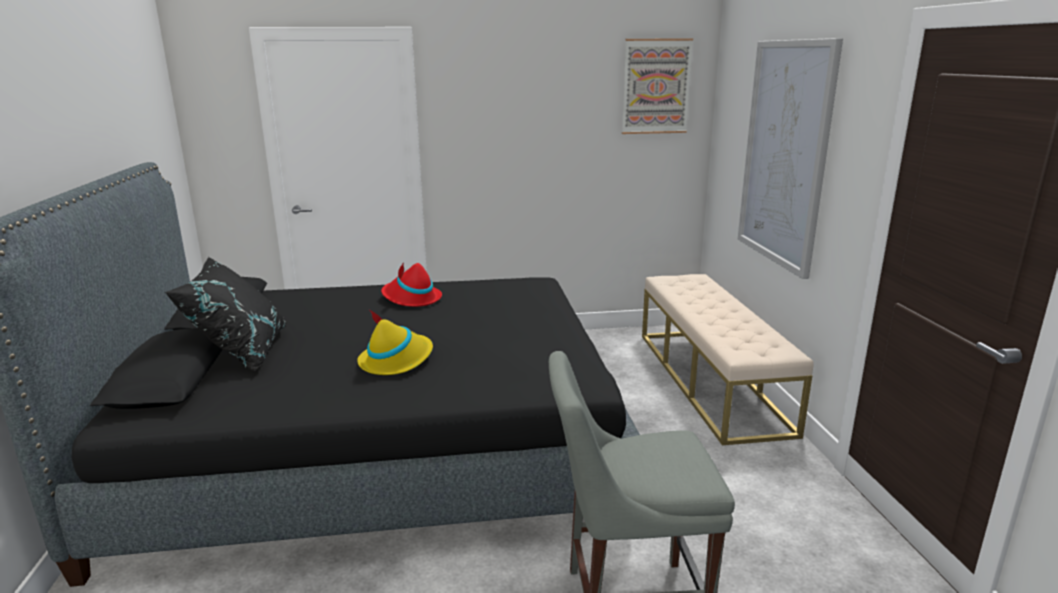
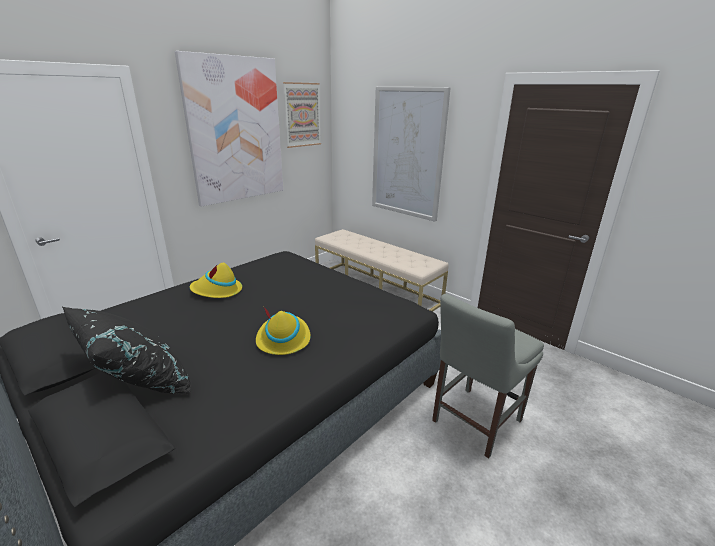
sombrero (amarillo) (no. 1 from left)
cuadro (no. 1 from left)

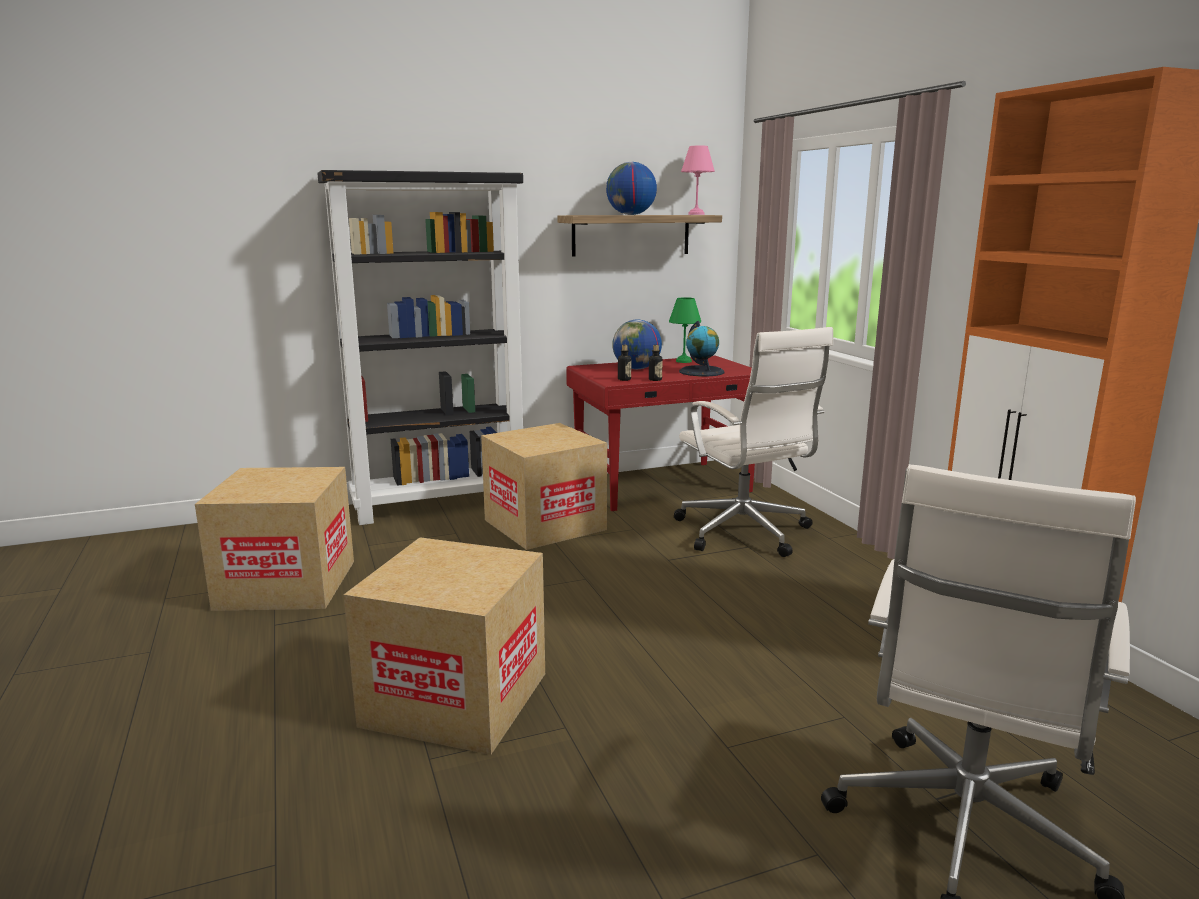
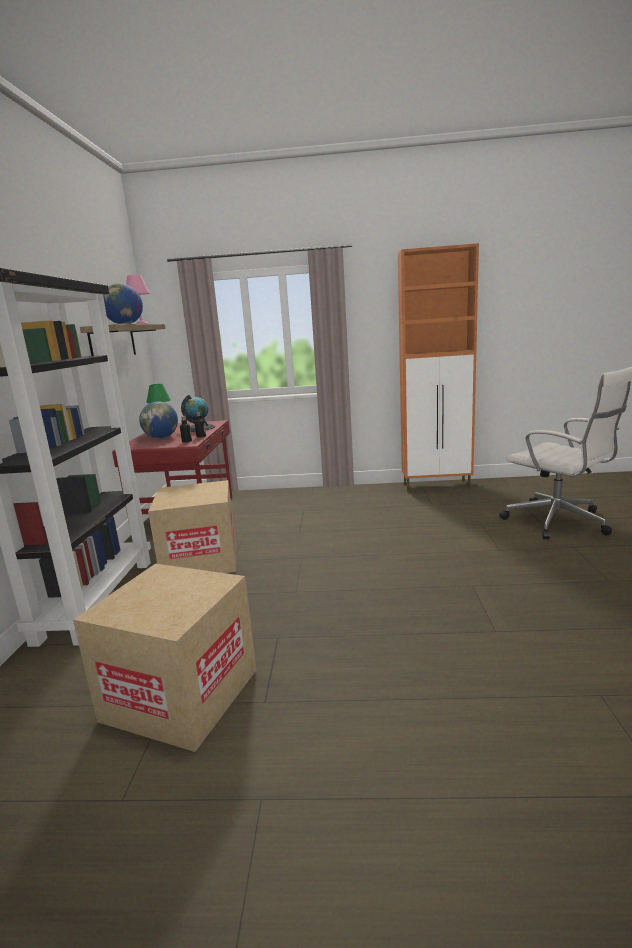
caja de cartón (no. 2 from left in the first image)
silla de oficina (blanco) (no. 1 from left in the first image)

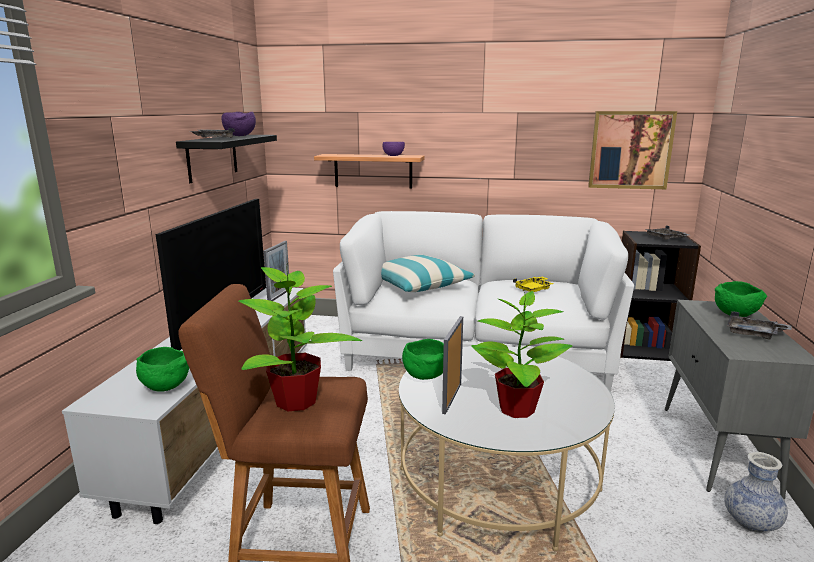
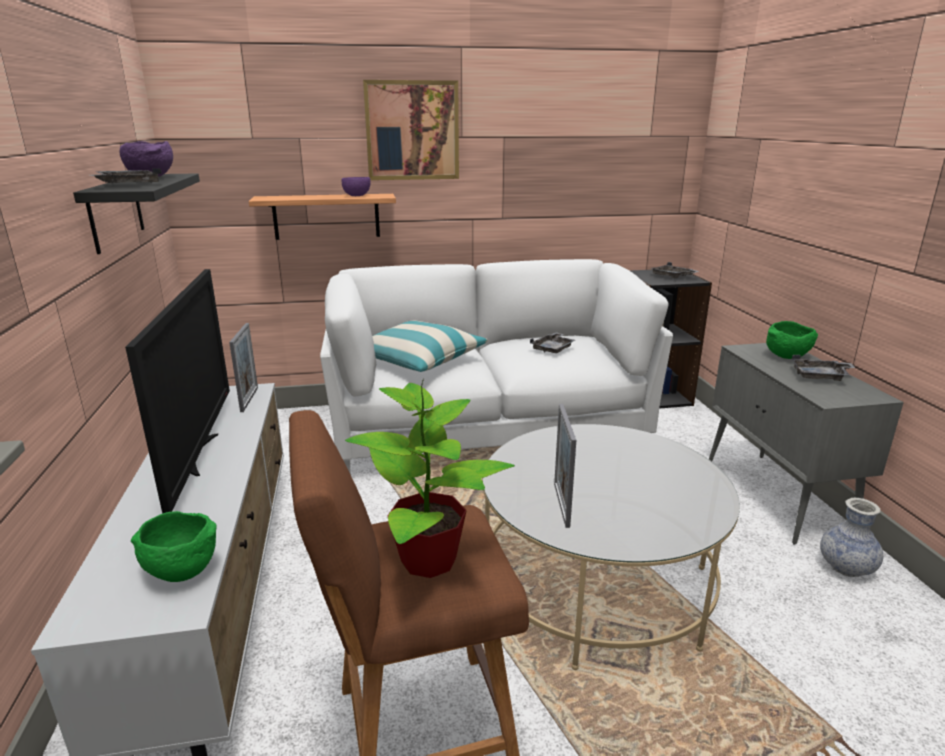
cuenco (verde) (no. 2 from left in the first image)
planta en maceta (no. 2 from left in the first image)
bandeja (gris) (no. 2 from left)
cuadro

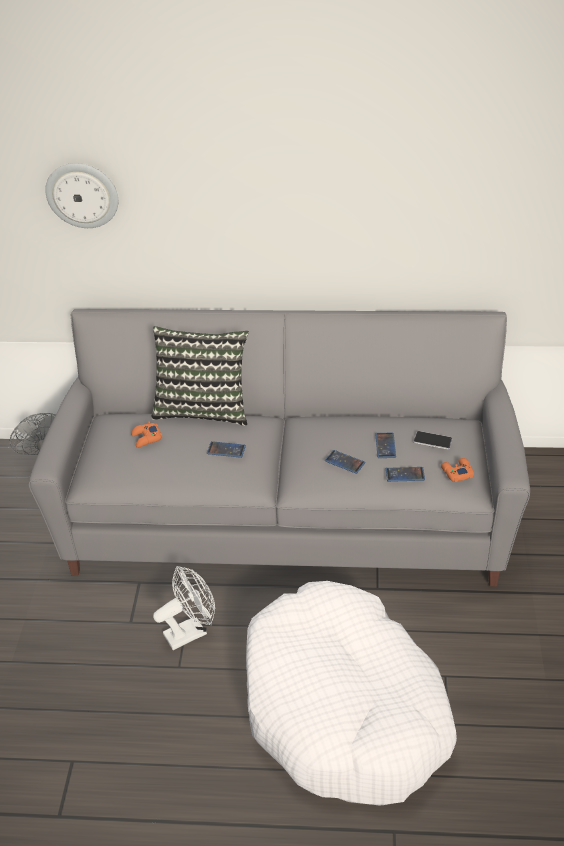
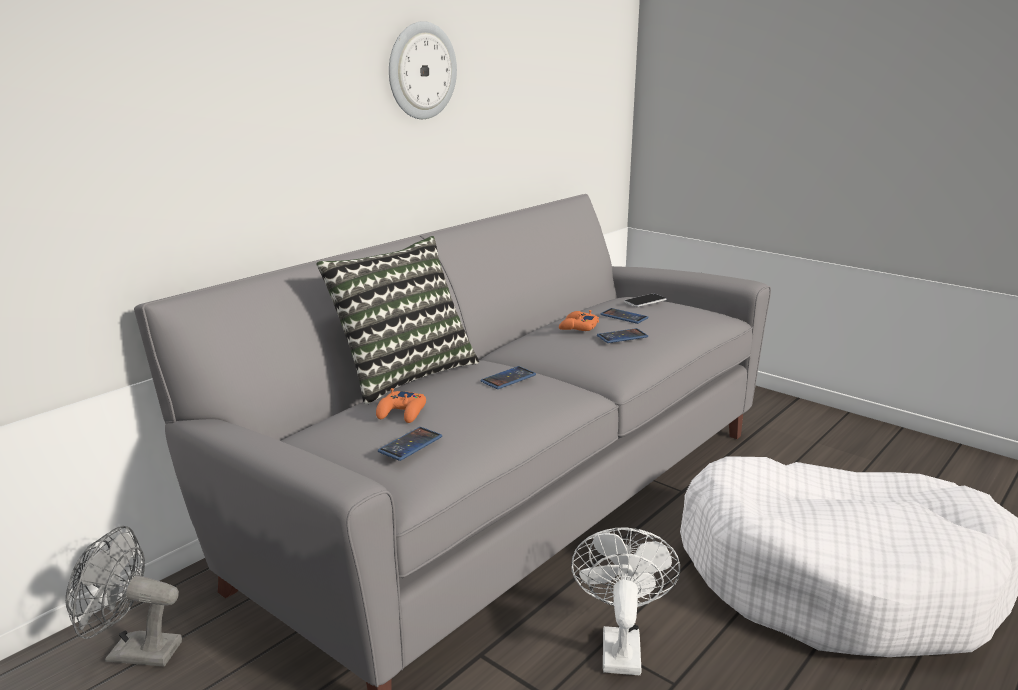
reloj de pared
móvil (no. 1 from left)
mando de consola (naranja) (no. 2 from left)

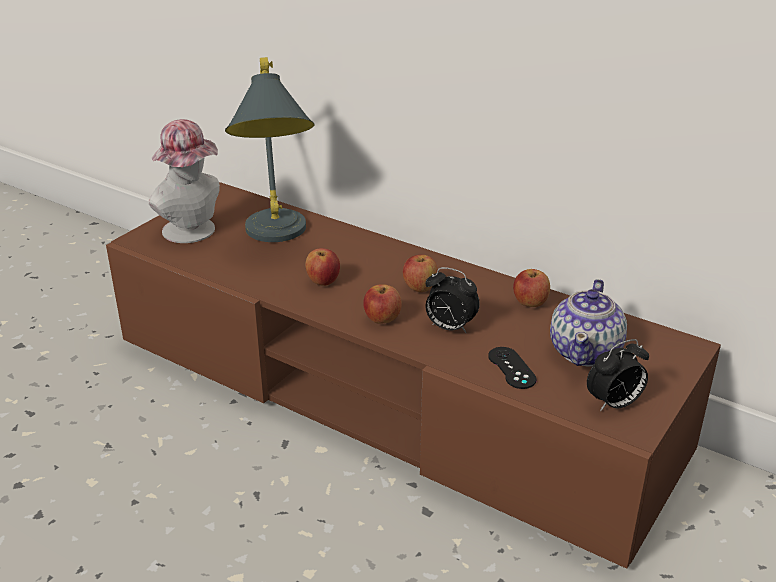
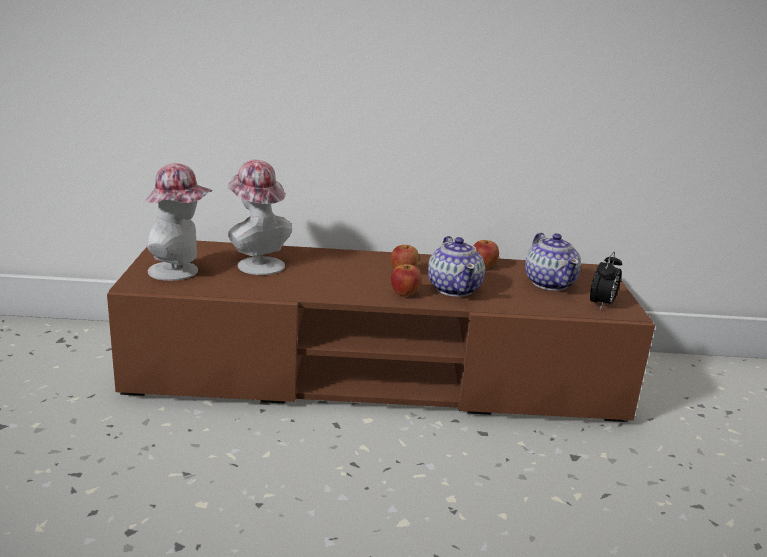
sombrero (no. 2 from left)
manzana (no. 1 from left in the first image)
tetera (no. 1 from left)
mando de consola (negro)

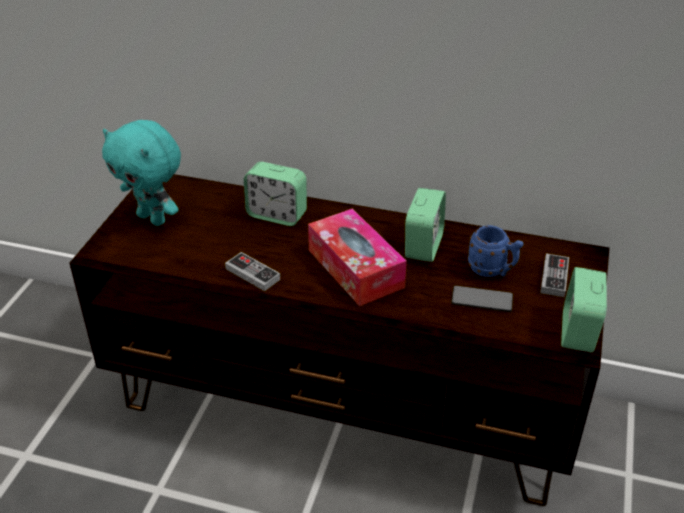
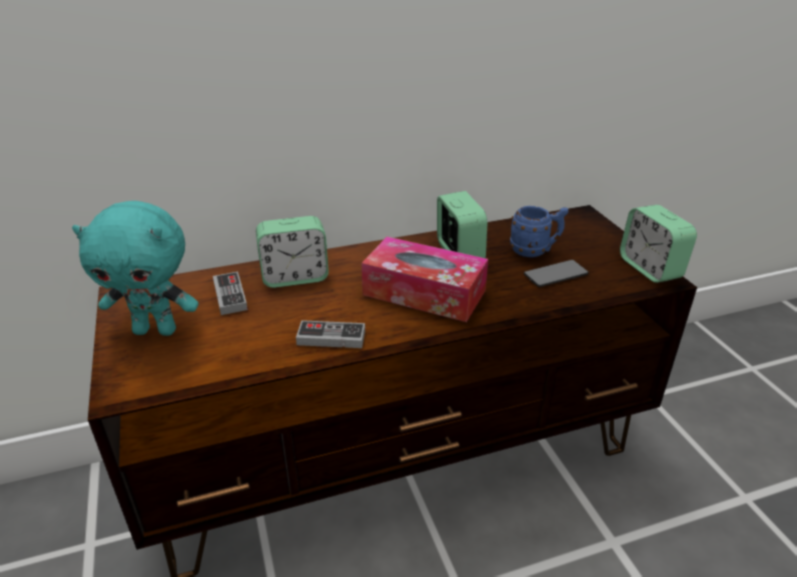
mando de consola (no. 1 from left)

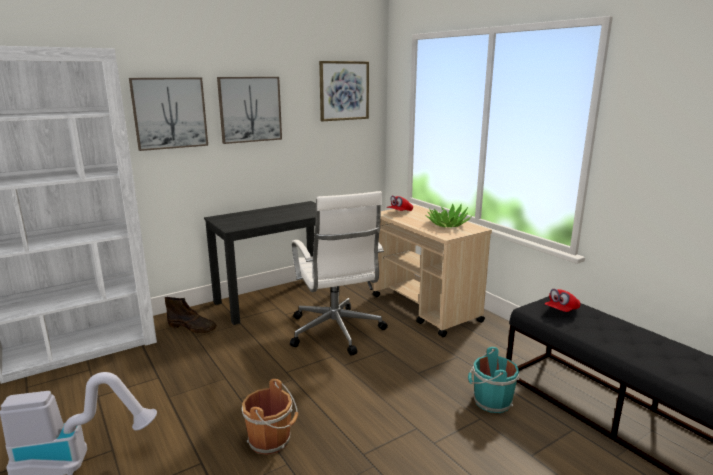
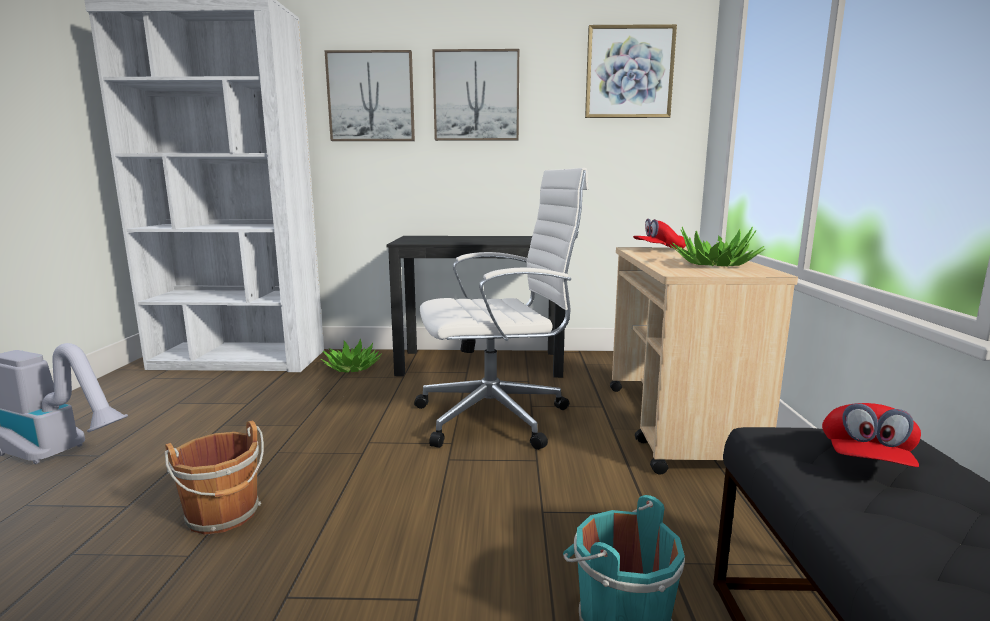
planta en maceta (no. 1 from left)
silla de oficina (blanco)
gorra (rojo) (no. 2 from left)

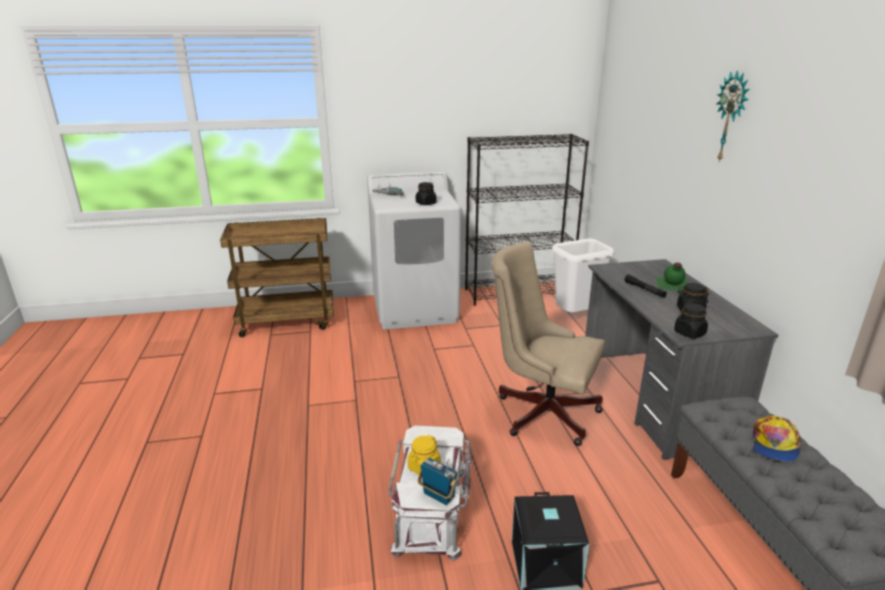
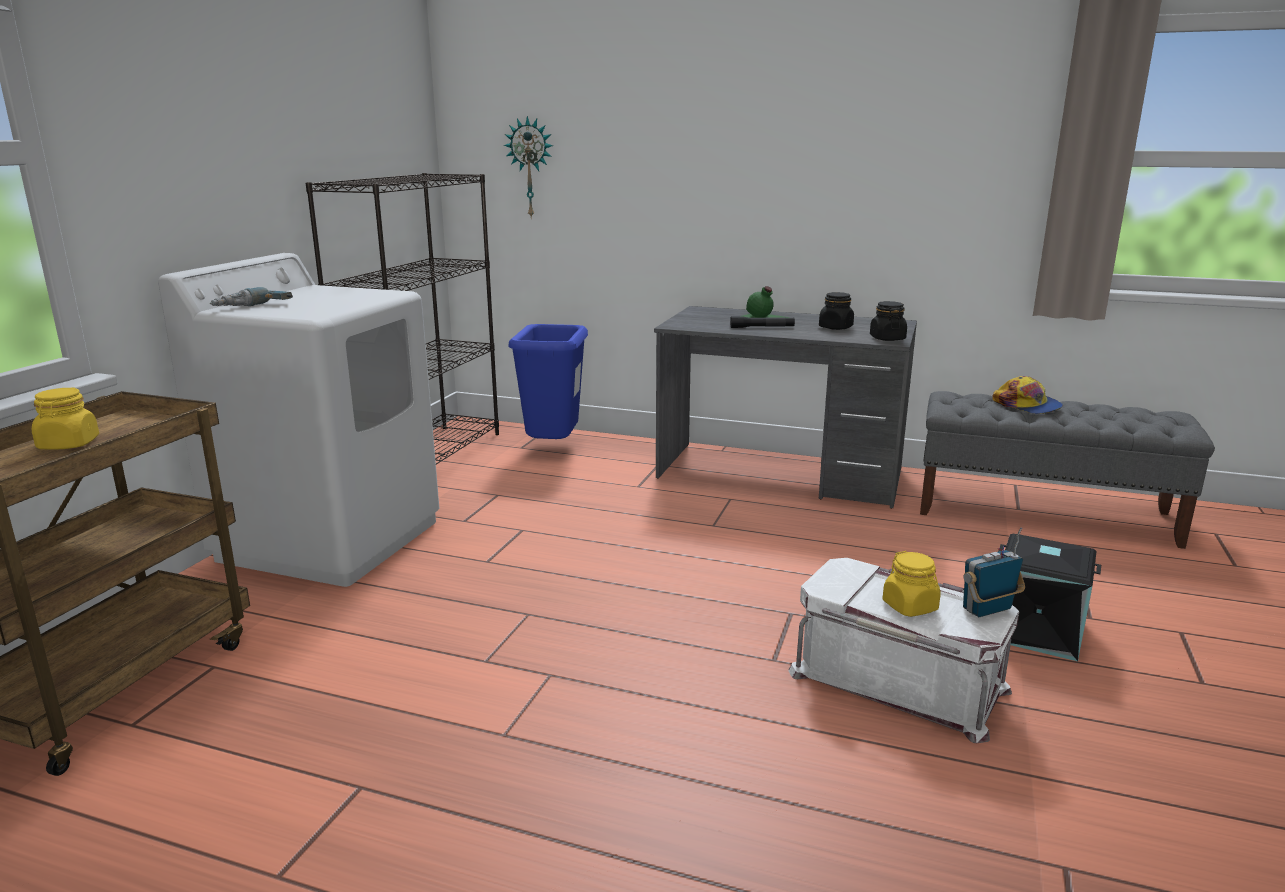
tarro (negro) (no. 1 from left in the first image)
silla de oficina (beis)
papelera (azul)
reloj de pared
tarro (amarillo) (no. 1 from left)

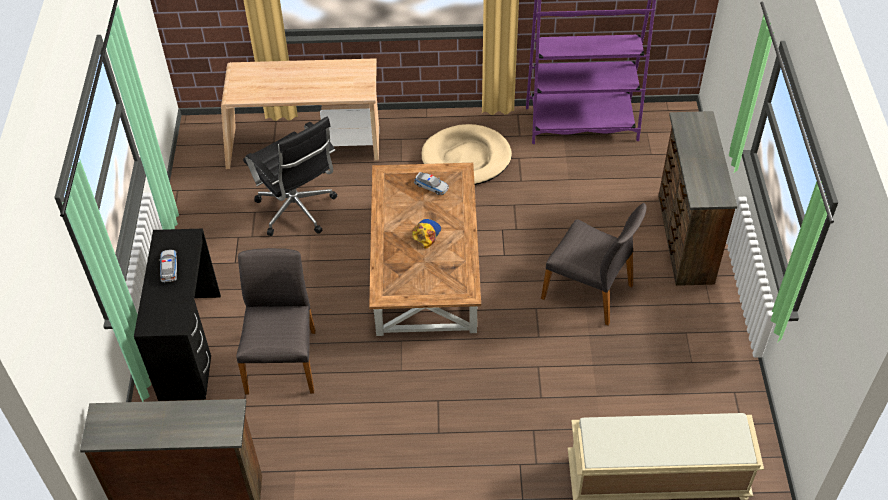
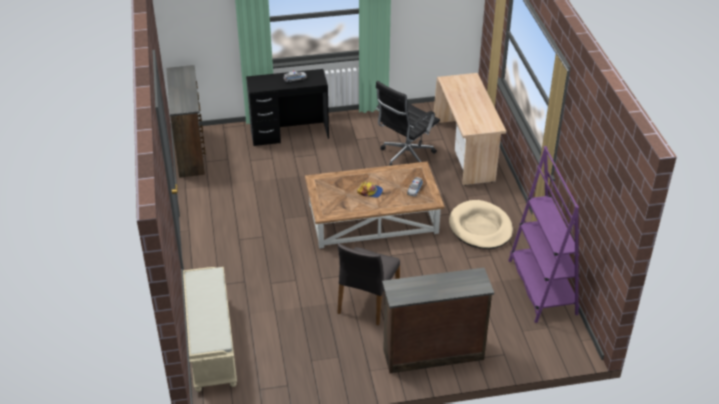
silla (gris) (no. 1 from left in the first image)

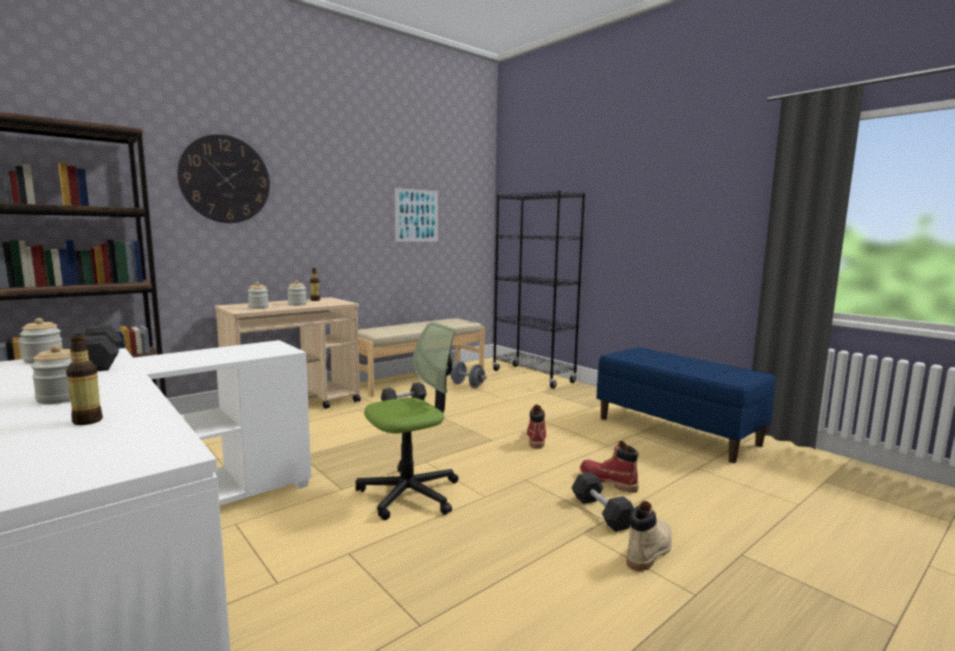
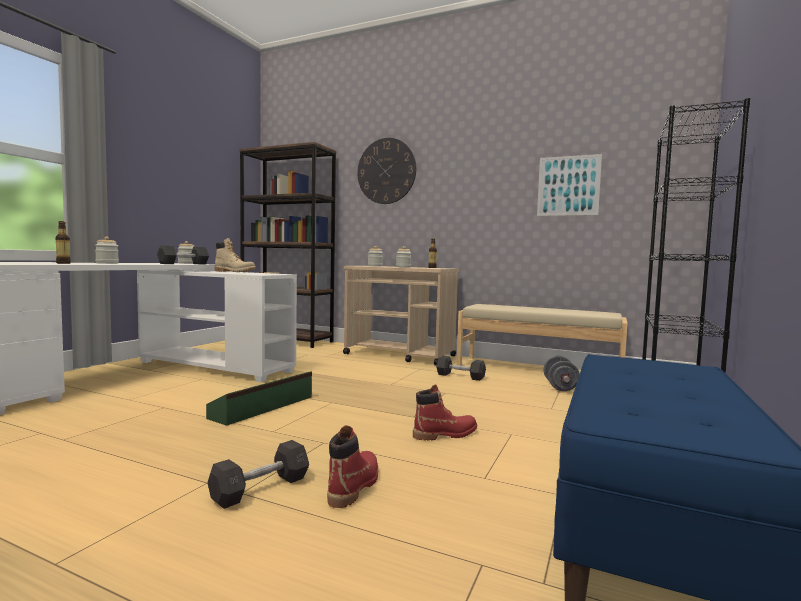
caja de almacenaje (verde)
bota (beis)

